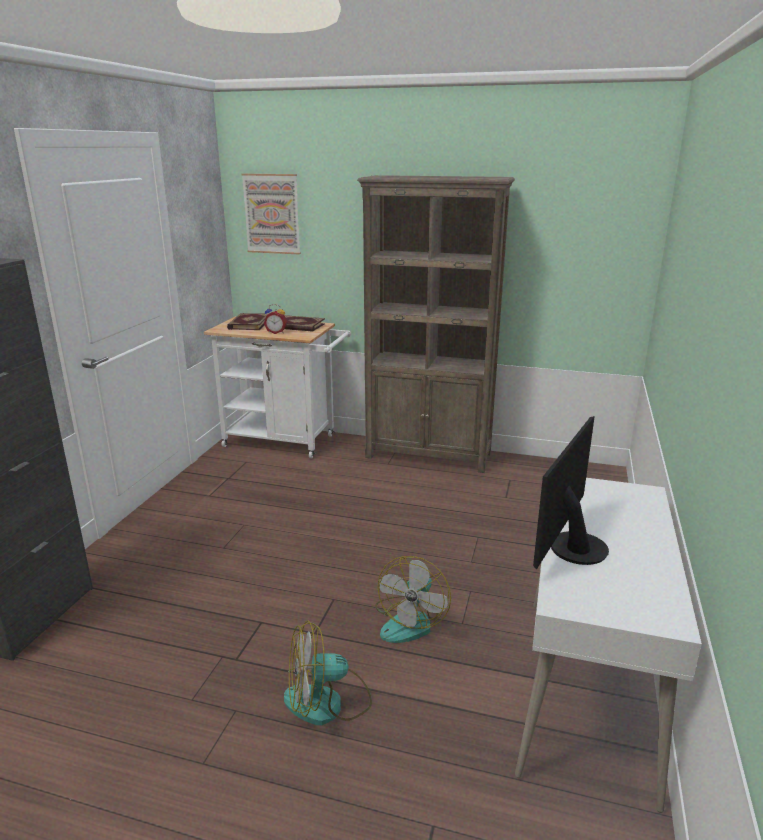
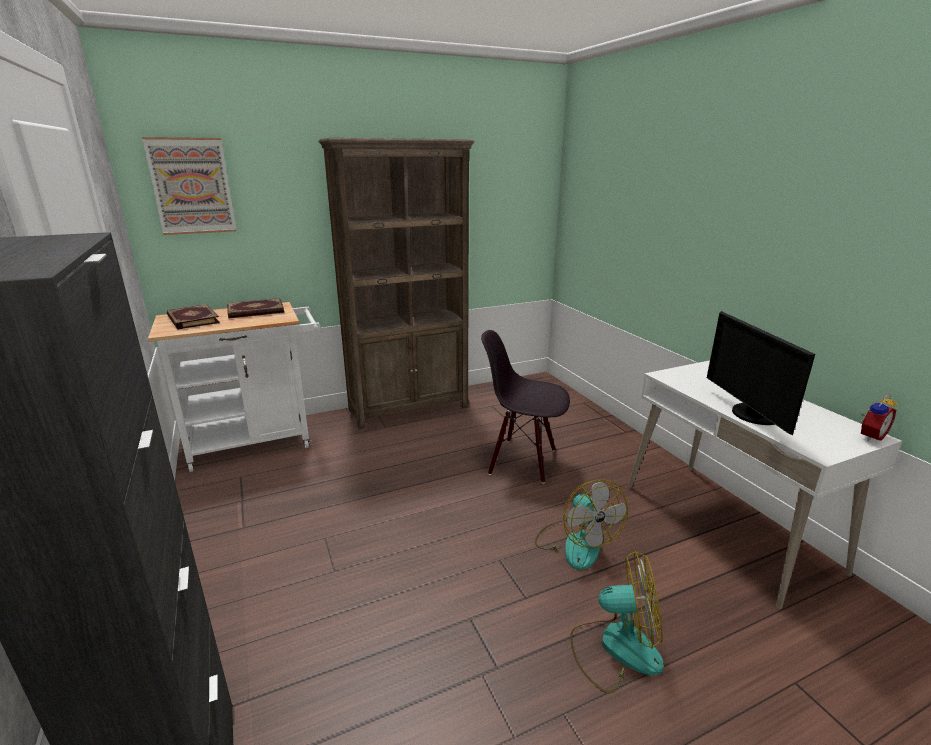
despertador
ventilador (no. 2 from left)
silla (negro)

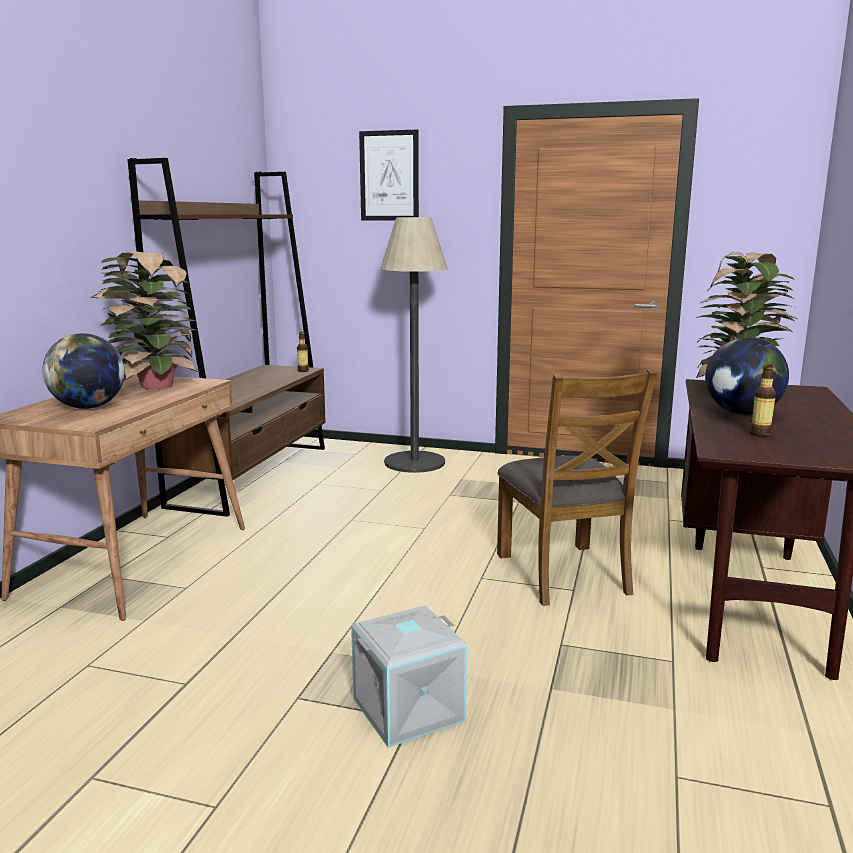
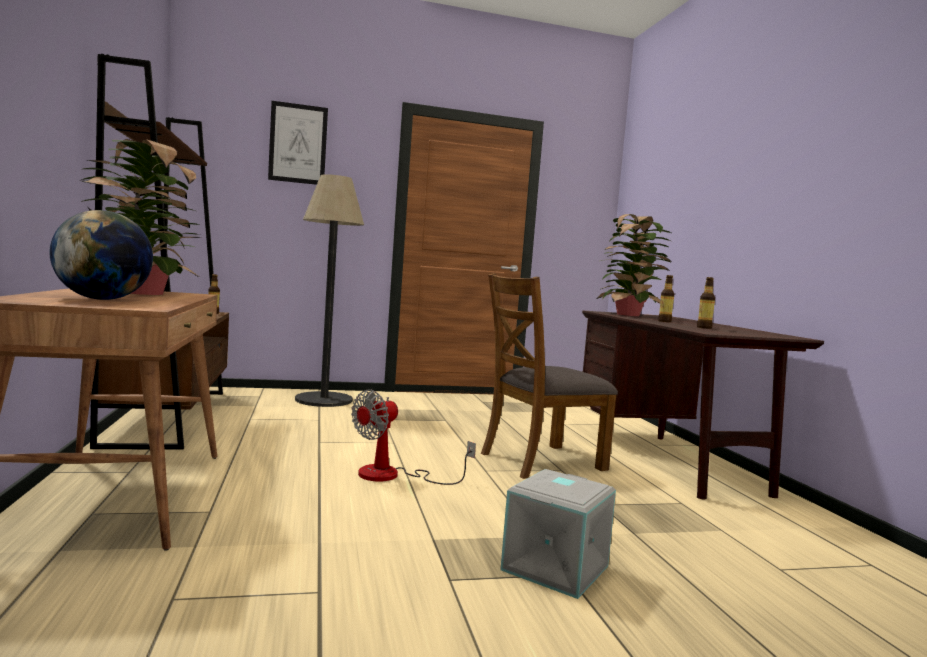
silla (marrón)
botella (no. 2 from left)
ventilador

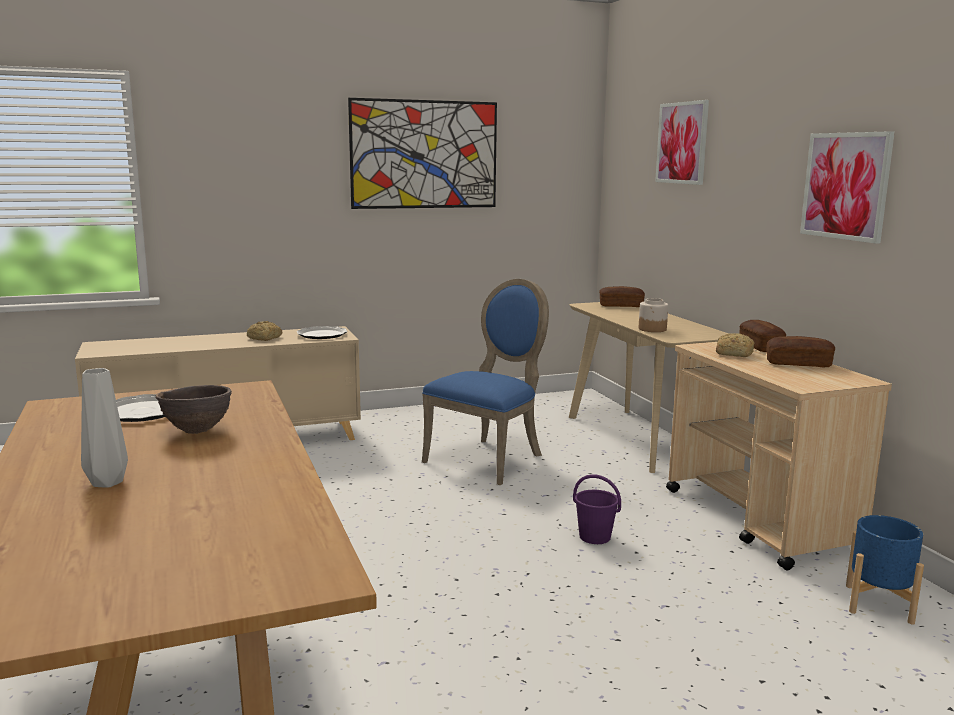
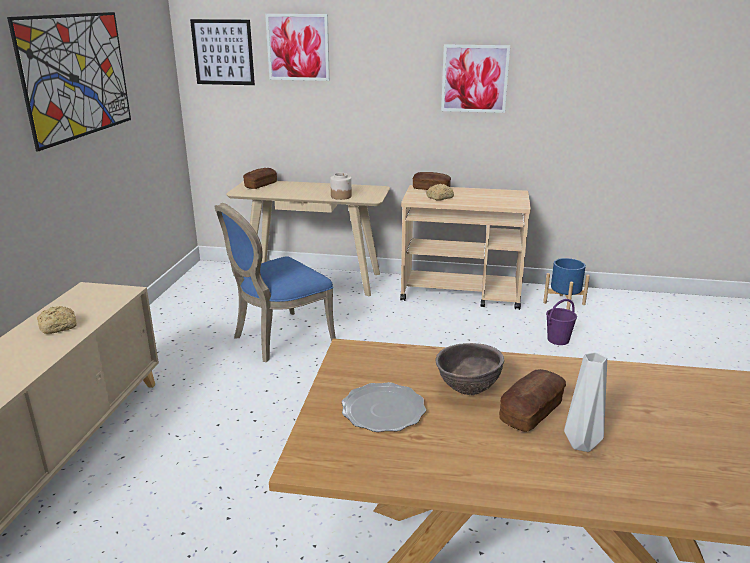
plato (no. 2 from left in the first image)
silla (azul)
cubo (morado)
pan (no. 5 from left)
cuadro (no. 2 from left)

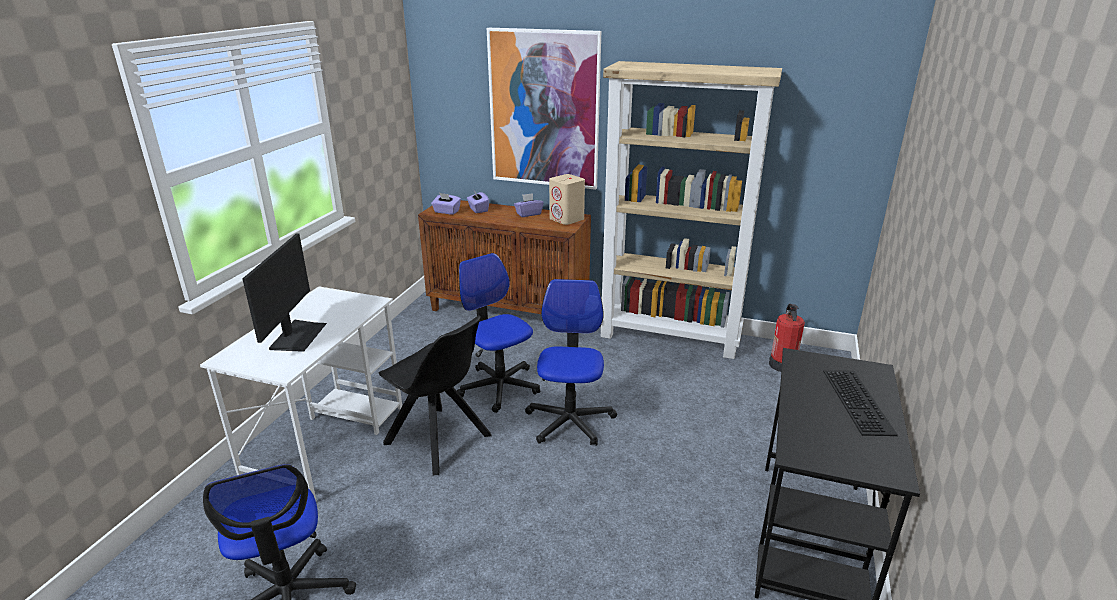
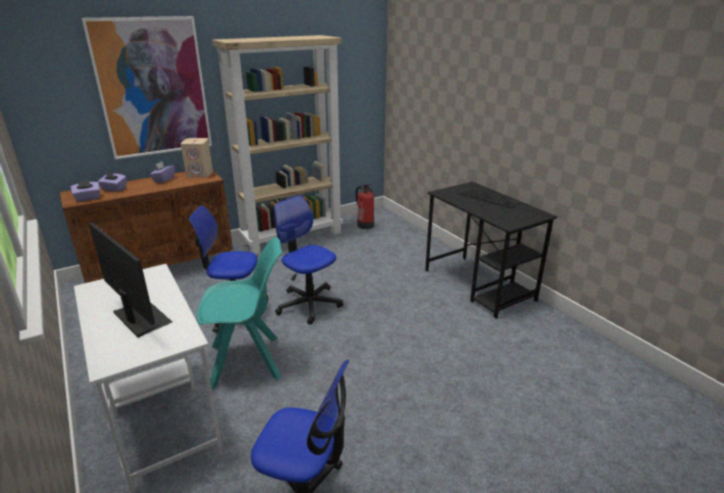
silla (turquesa)

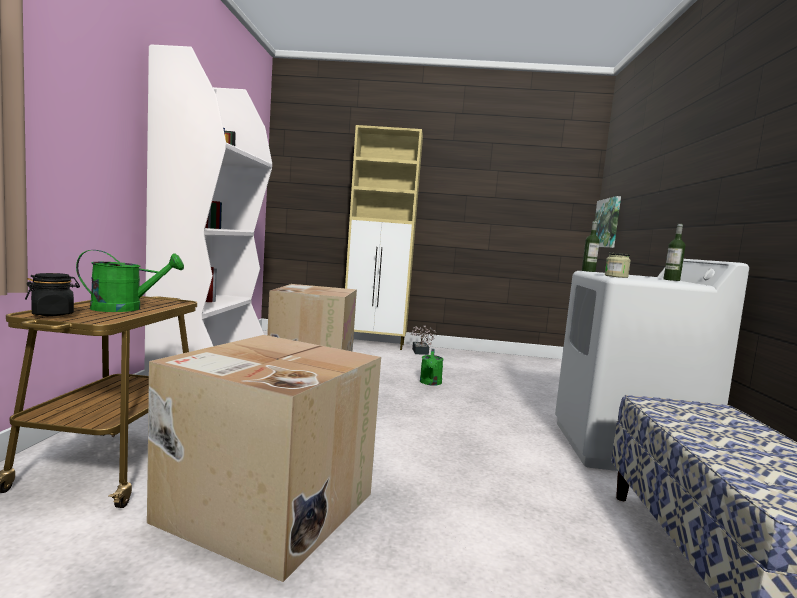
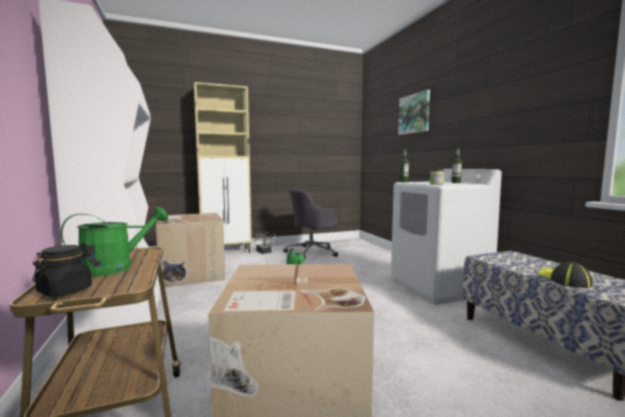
cuadro
silla de oficina (gris)
gorra

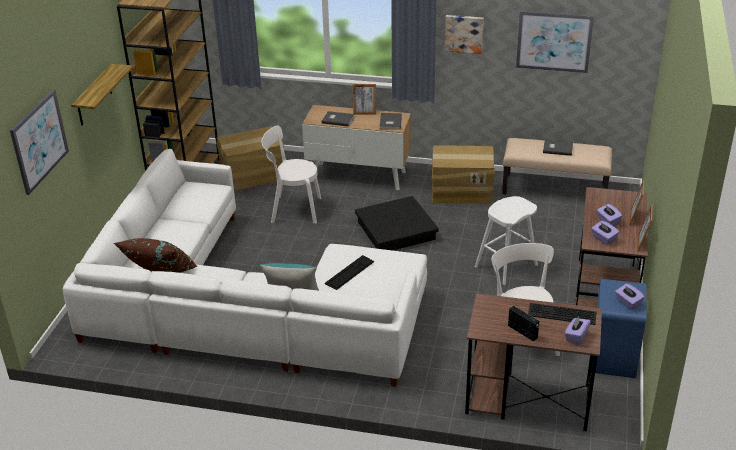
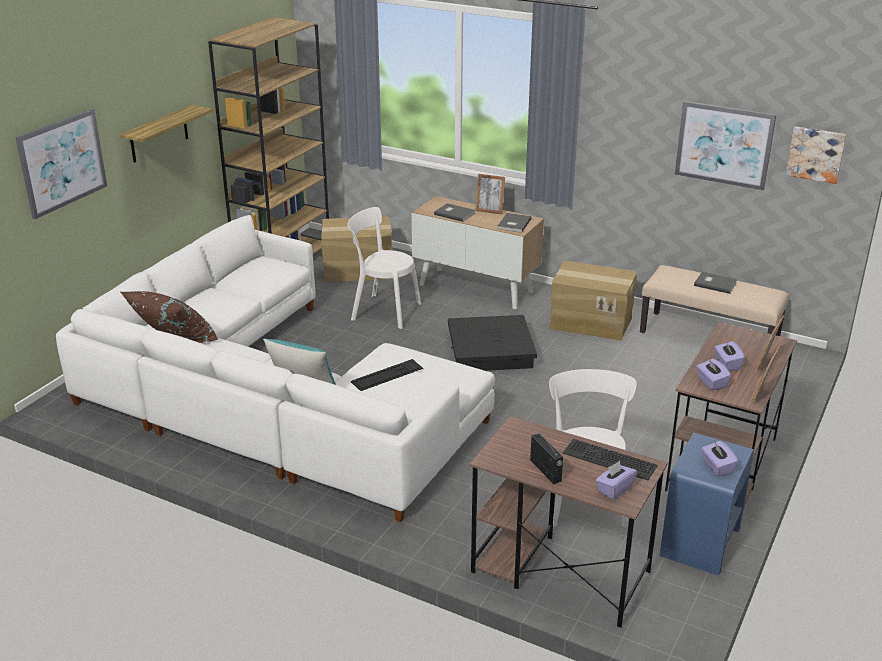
cuadro (no. 3 from left)
taburete (blanco)

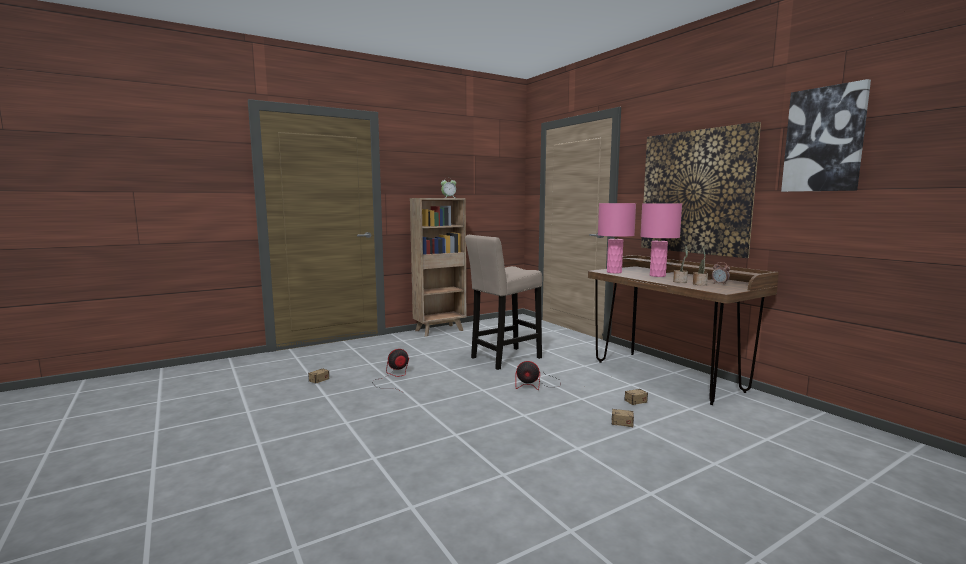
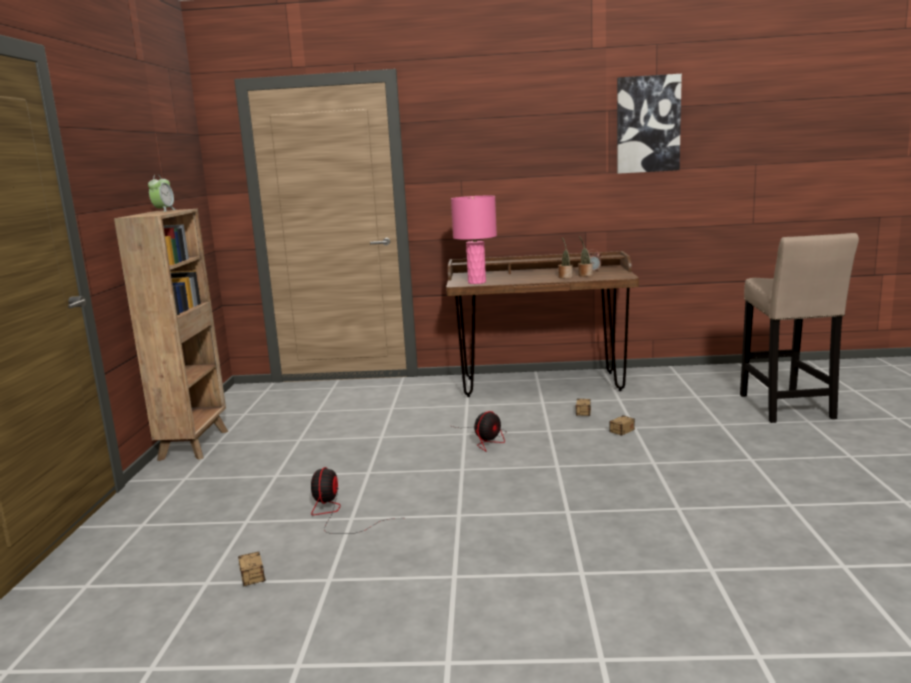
taburete (beis)
lámpara de mesa (rosa) (no. 2 from left in the first image)
cuadro (no. 1 from left in the first image)

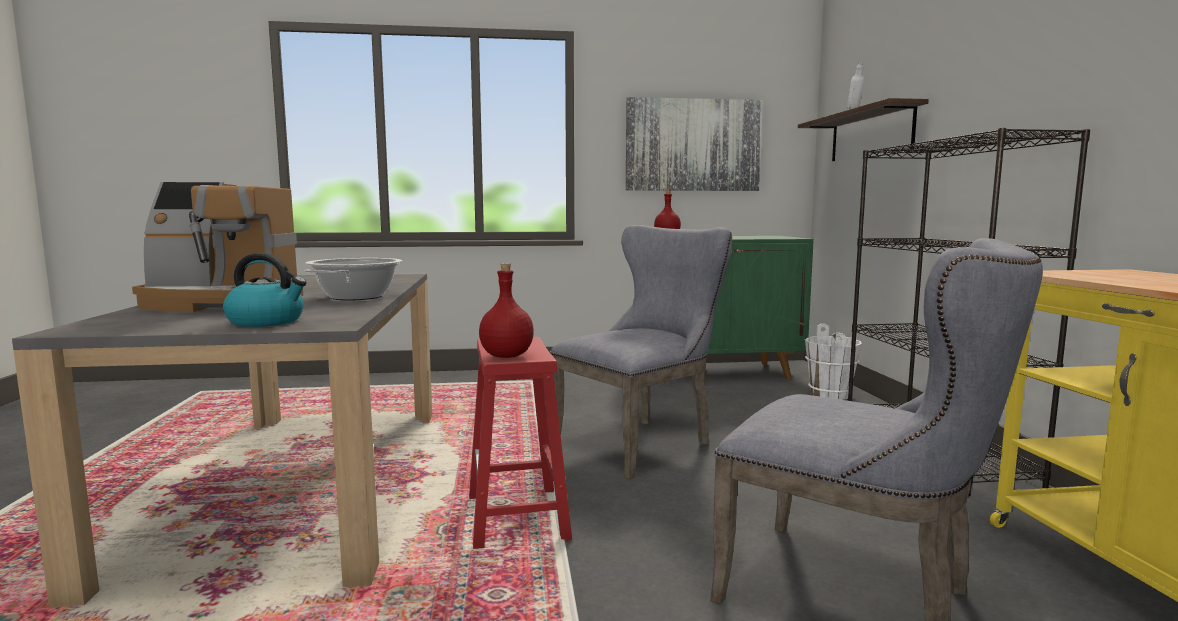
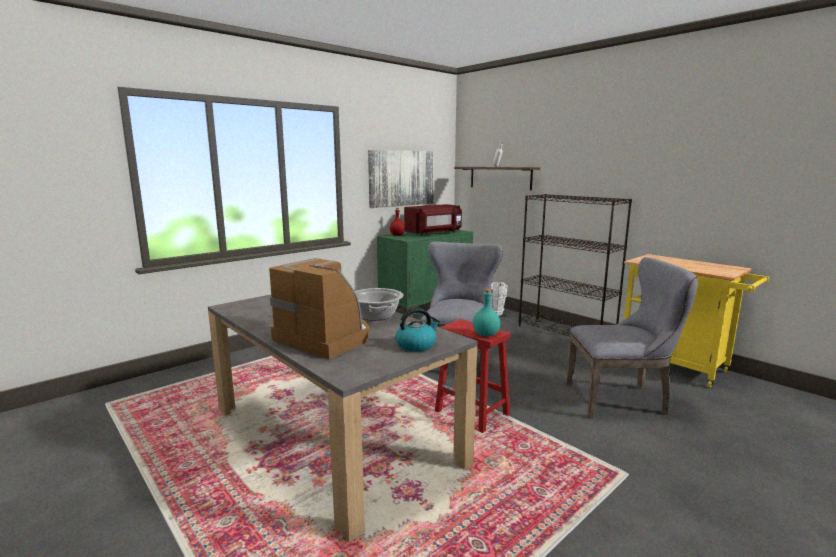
cafetera
botella (turquesa)
microondas (rojo)

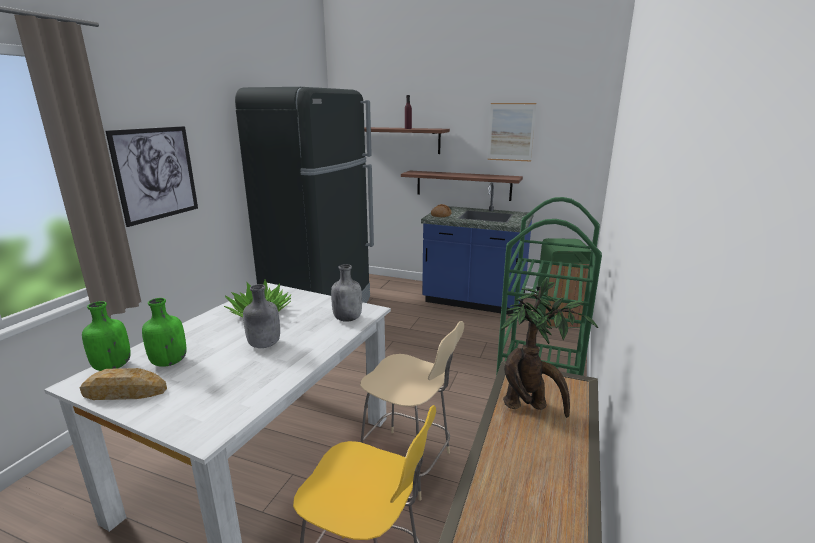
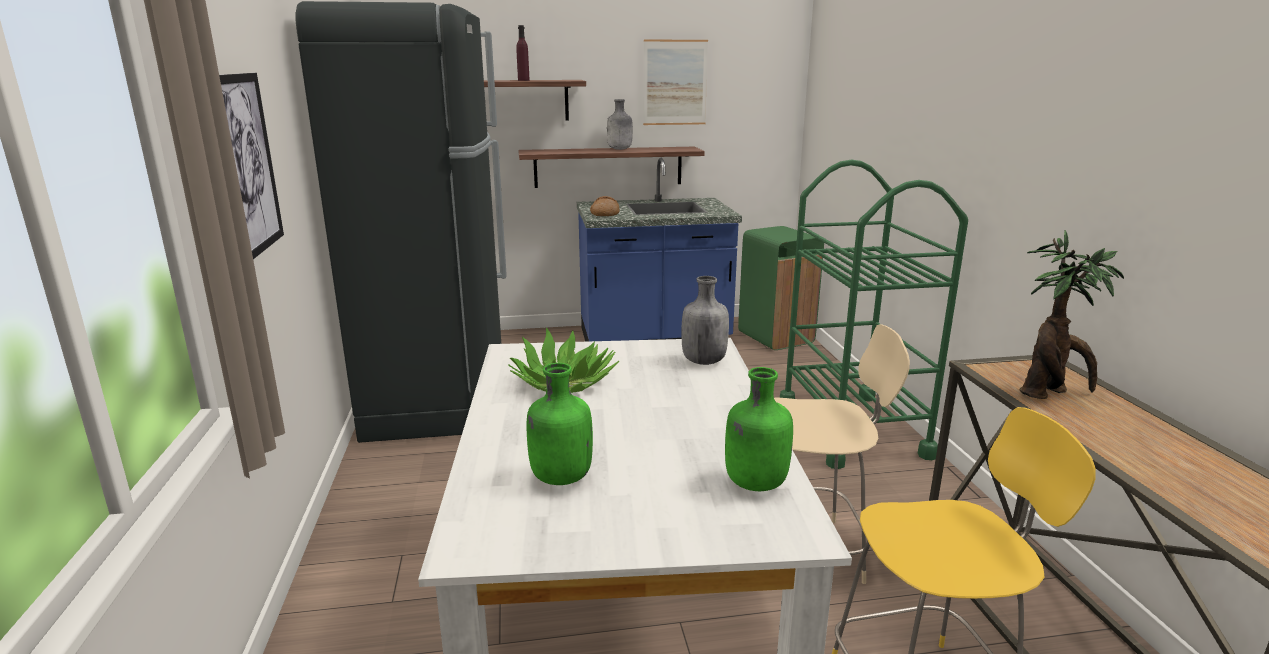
pan (no. 1 from left in the first image)
botella (verde) (no. 2 from left)
botella (gris) (no. 1 from left)

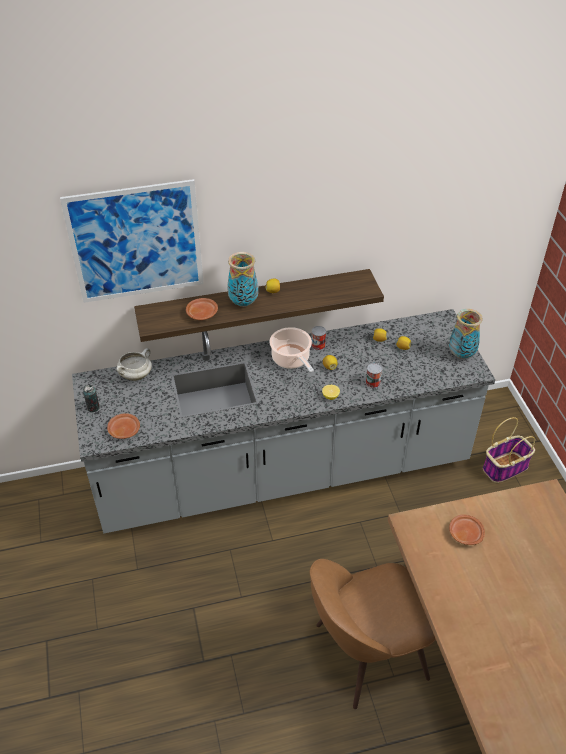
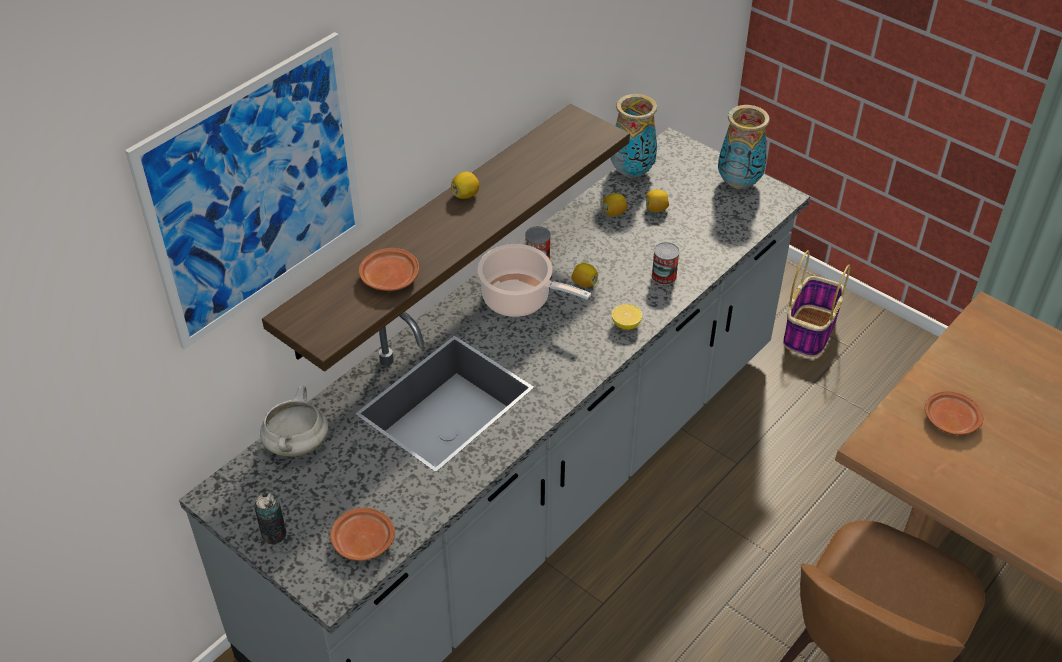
florero (no. 1 from left)

